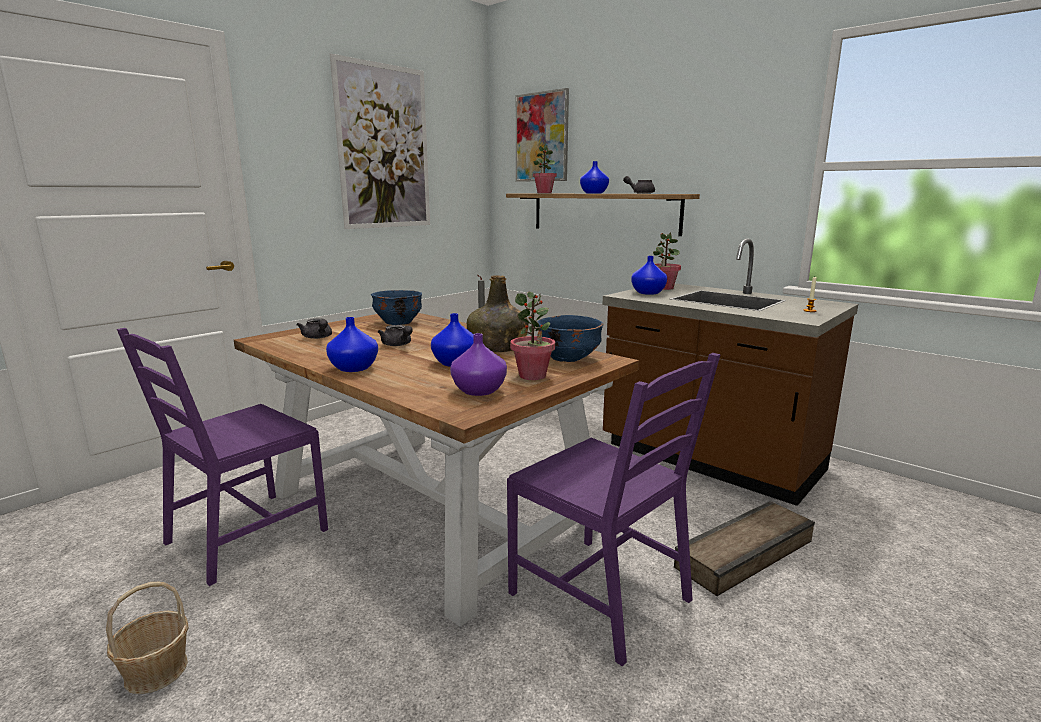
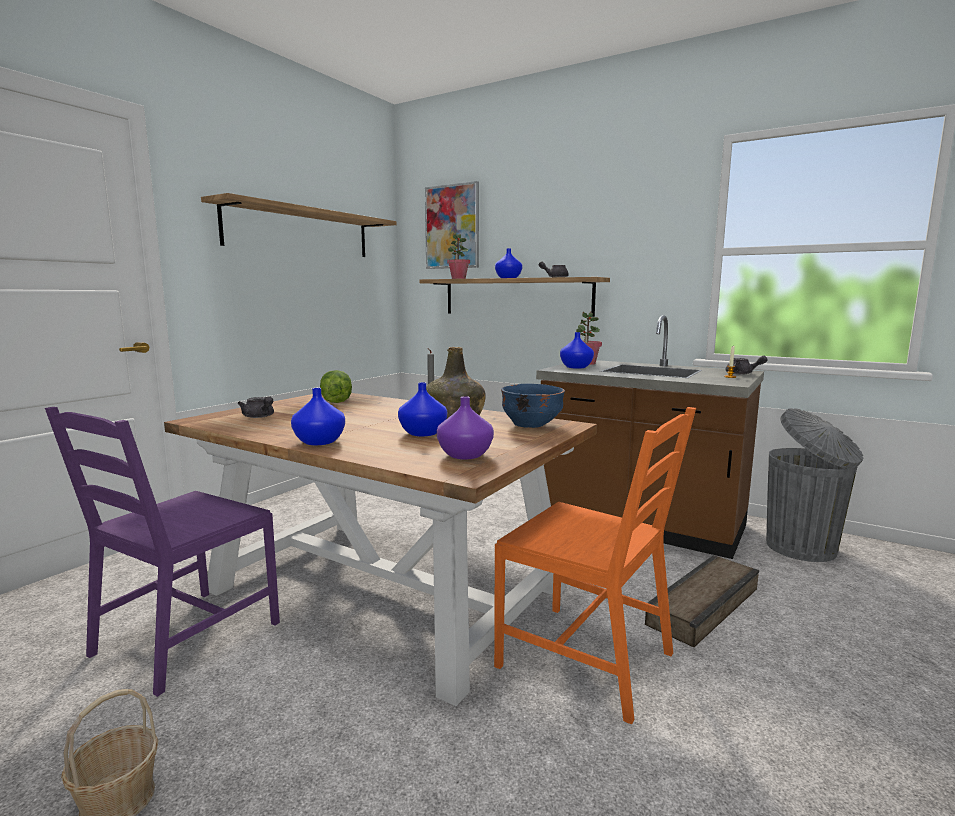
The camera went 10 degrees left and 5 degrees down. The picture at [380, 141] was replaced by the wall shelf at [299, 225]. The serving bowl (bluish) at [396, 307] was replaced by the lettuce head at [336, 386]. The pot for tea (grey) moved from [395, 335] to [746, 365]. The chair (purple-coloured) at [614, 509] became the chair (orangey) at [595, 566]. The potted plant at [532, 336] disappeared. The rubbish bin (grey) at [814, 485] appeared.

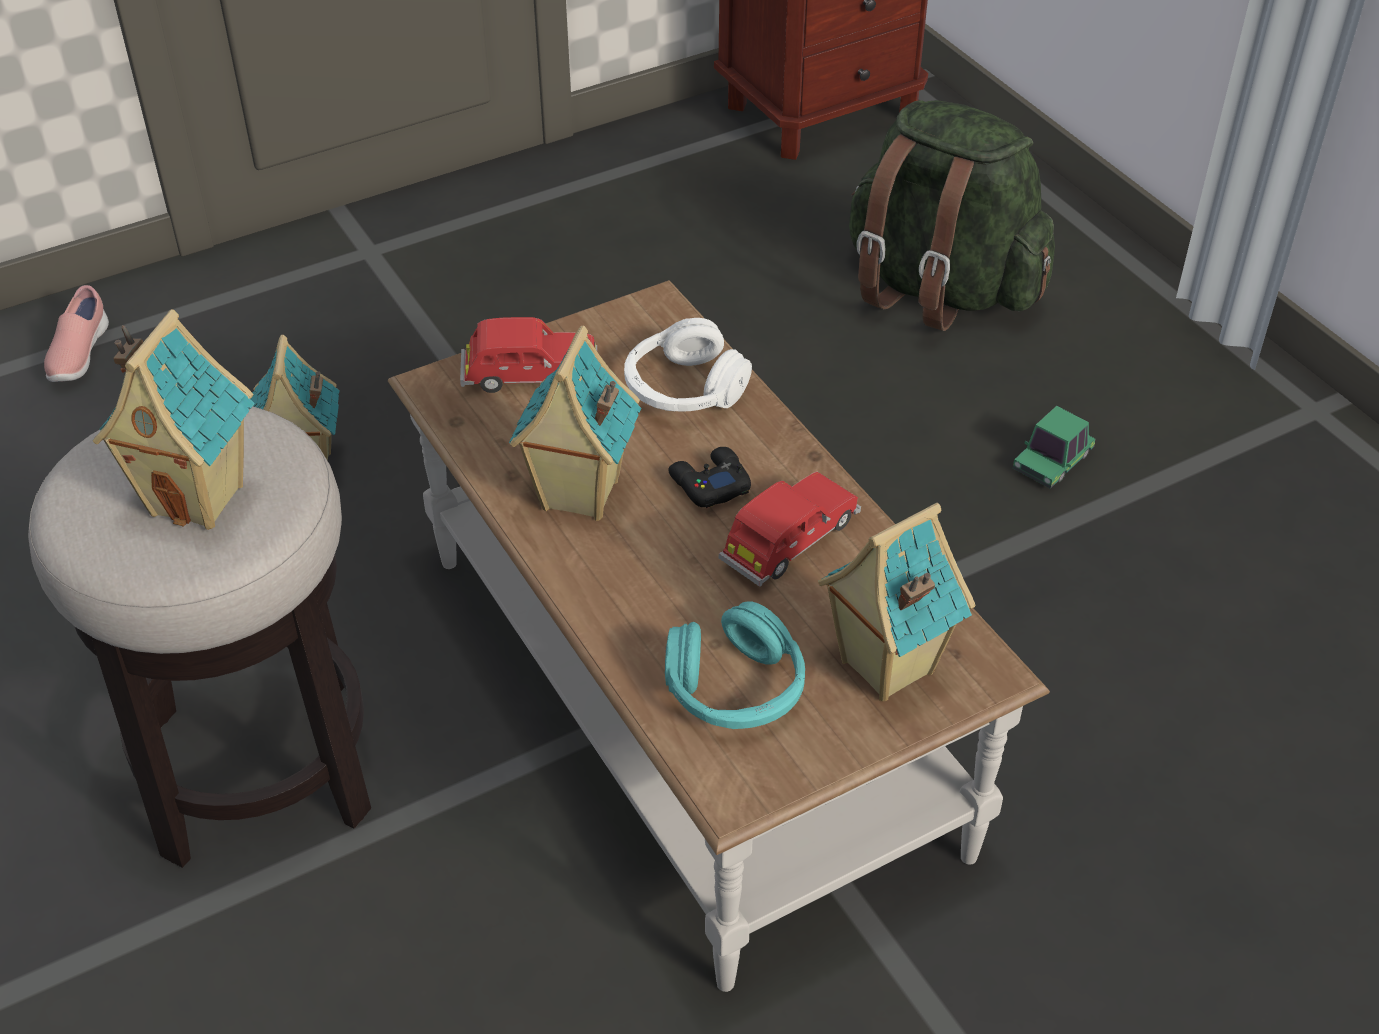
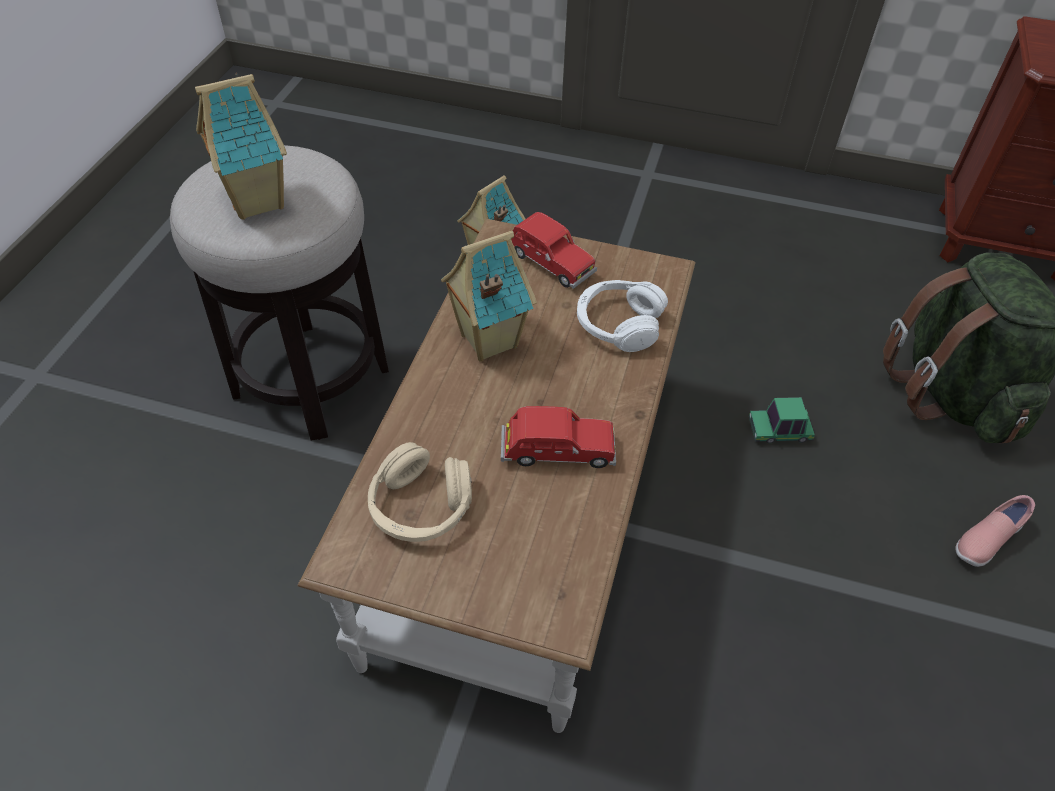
The camera went 45 degrees right and 5 degrees up. The low shoe (pinkish) moved from [76, 333] to [995, 531]. The pair of headphones (turquoise-coloured) at [735, 665] became the pair of headphones (sand-coloured) at [420, 492]. The joypad (black-coloured) at [710, 477] disappeared. The model house at [896, 602] disappeared. The miniature car moved from [1054, 447] to [782, 420].

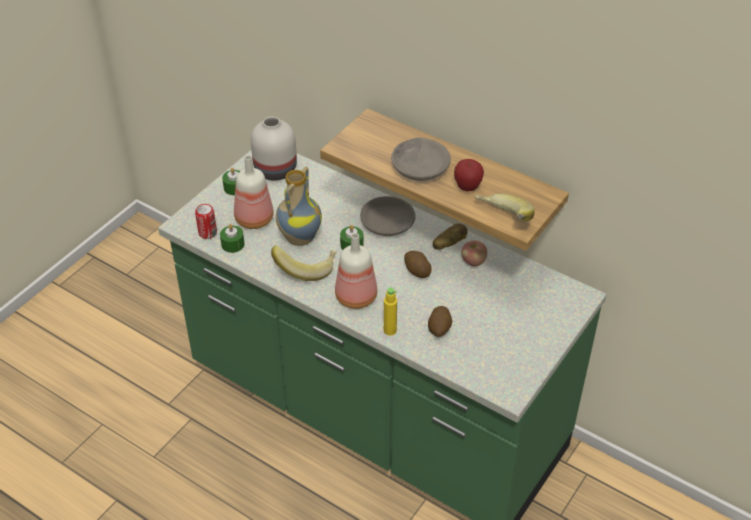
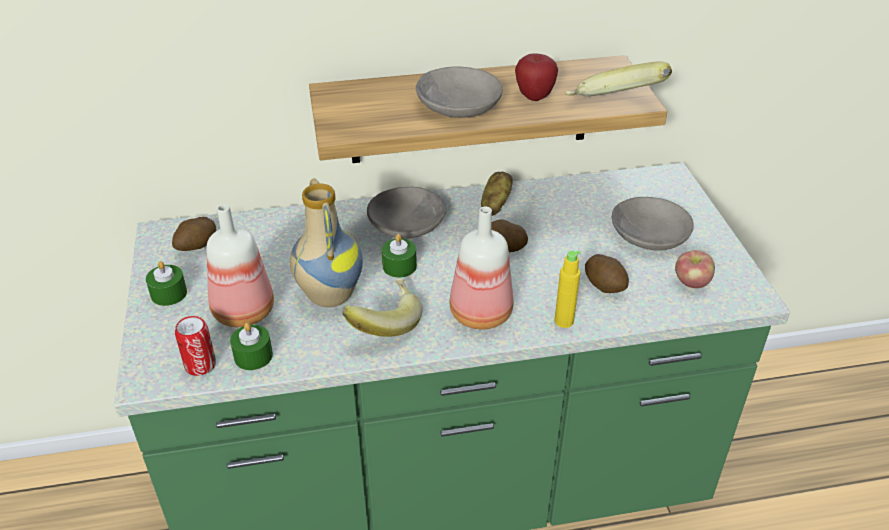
The camera went 45 degrees left and 5 degrees down. The vase (whitish) at [274, 148] was replaced by the whole potato at [194, 234]. The apple moved from [474, 253] to [695, 269]. The serving bowl (grey) at [653, 224] appeared.

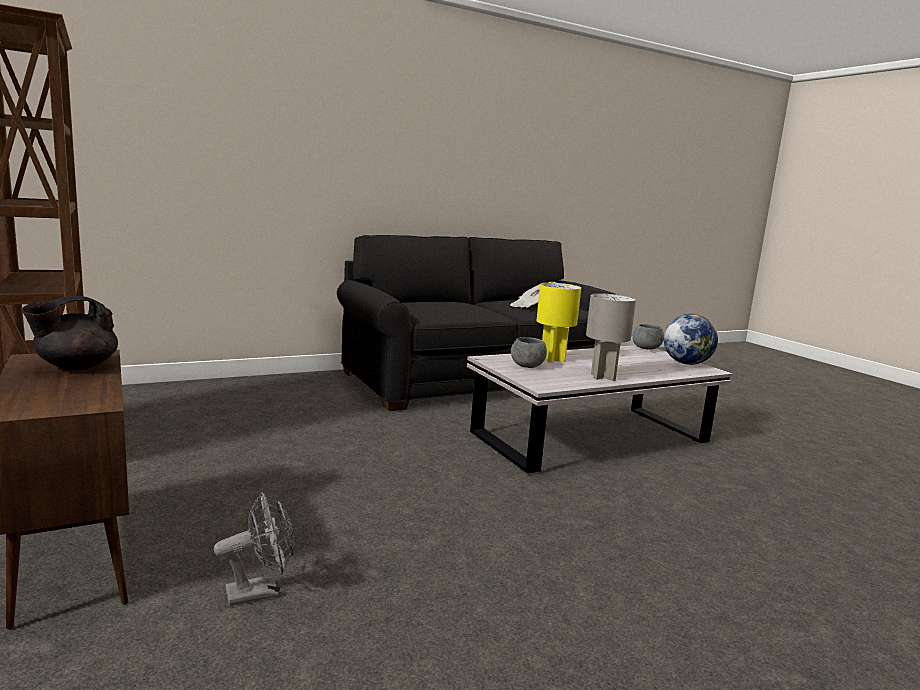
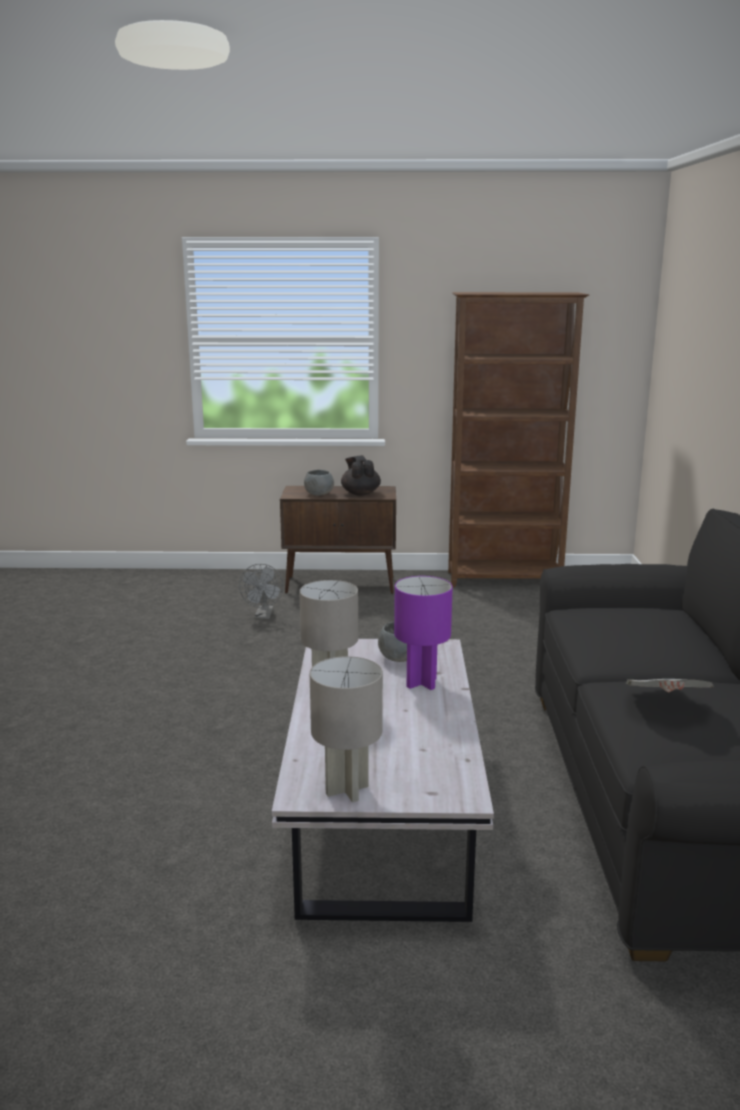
The camera went 120 degrees right and 5 degrees up. The tabletop lamp (yellow) at [558, 323] became the tabletop lamp (purple-coloured) at [423, 633]. The serving bowl (grey) moved from [648, 337] to [319, 483]. The world globe at [691, 339] was replaced by the tabletop lamp (grey) at [346, 729].

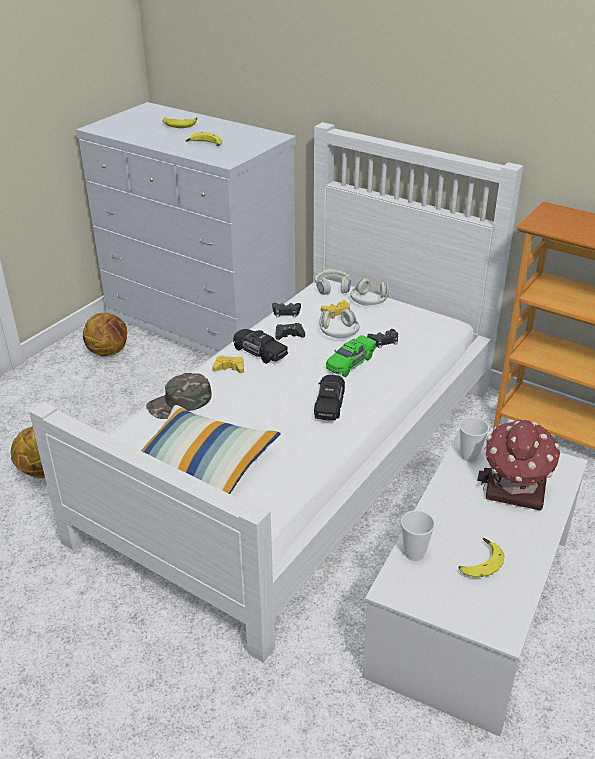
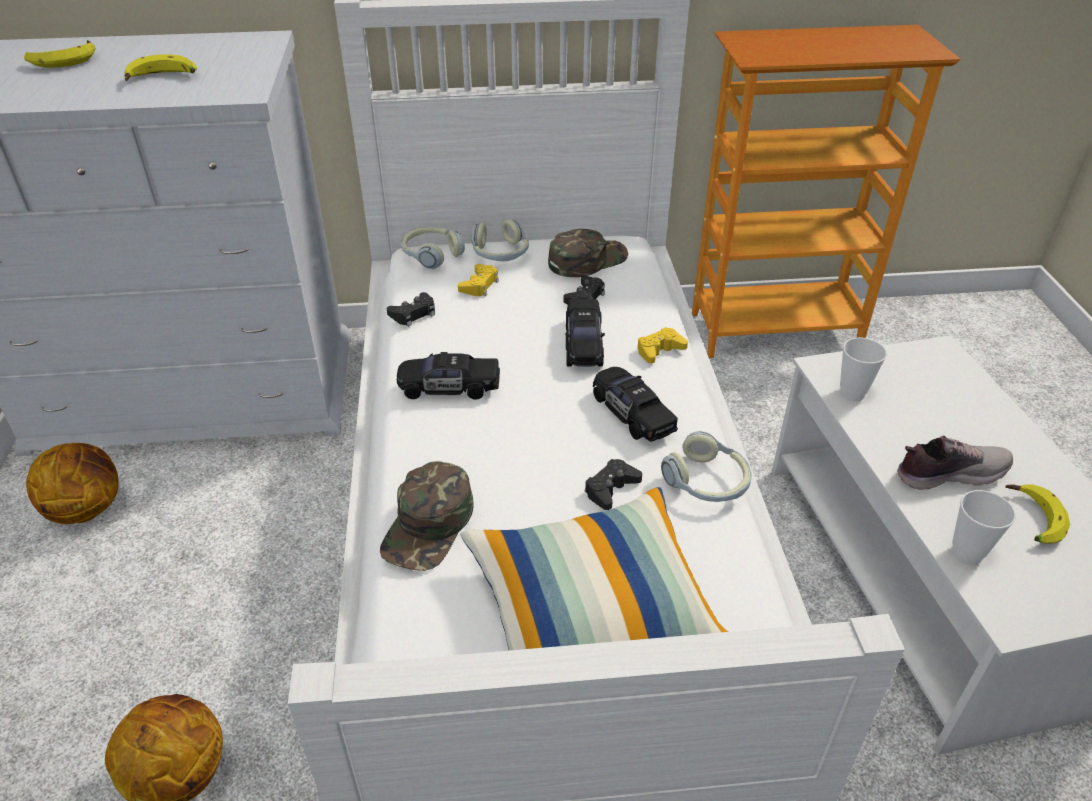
The camera went 40 degrees left and 5 degrees up. The joypad (yellow) moved from [228, 364] to [662, 345]. The joypad (black-coloured) moved from [290, 331] to [613, 484]. The pair of headphones moved from [339, 324] to [706, 466]. The miniature car (green) at [351, 356] became the miniature car (black-coloured) at [585, 333]. The model house at [518, 465] disappeared. The peaked cap (green) at [588, 253] appeared. The low shoe at [955, 463] appeared.

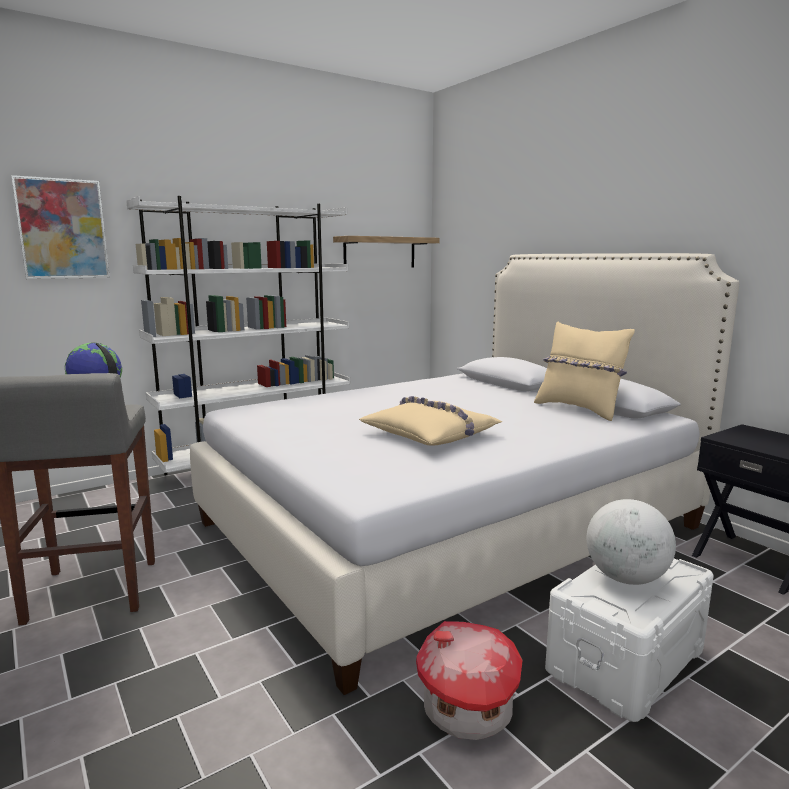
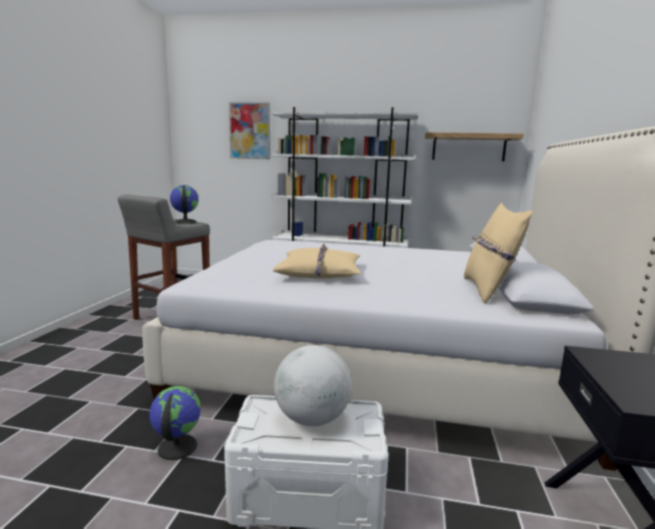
The camera went 45 degrees right and 0 degrees up. The model house at [469, 680] was replaced by the world globe at [175, 423].

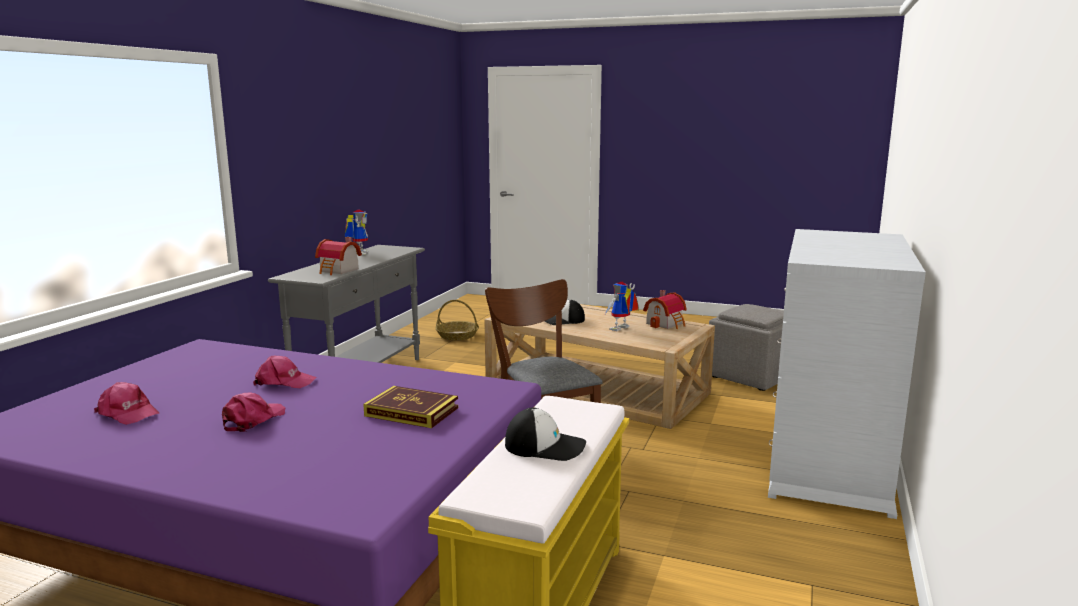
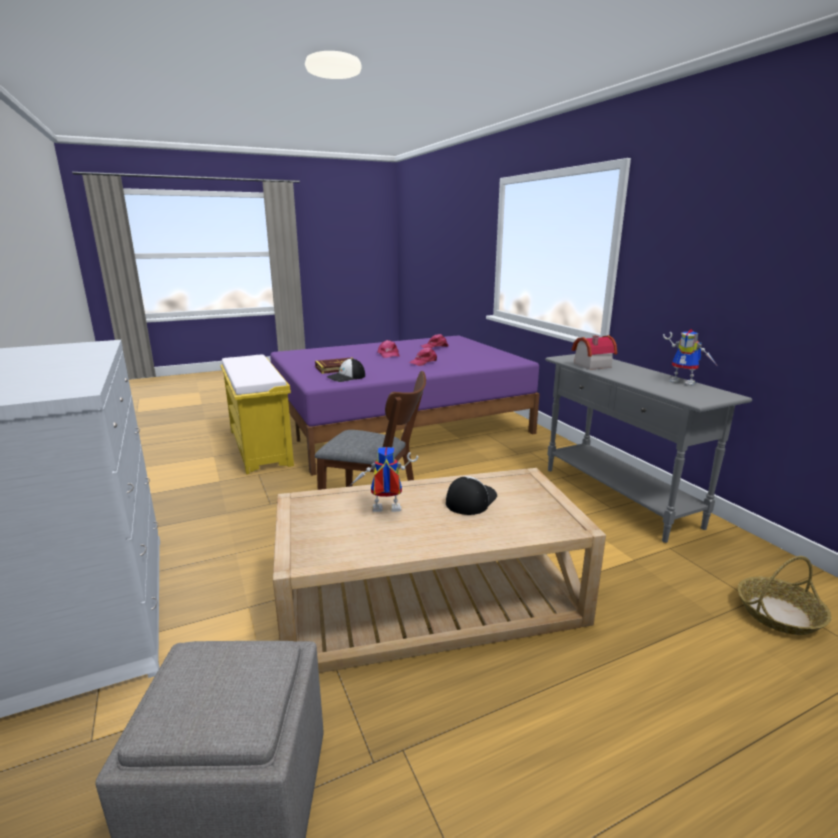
The camera went 135 degrees right and 5 degrees up. The peaked cap moved from [545, 434] to [346, 370]. The toy robot at [622, 306] turned 90 degrees counterclockwise. The model house at [665, 309] disappeared.

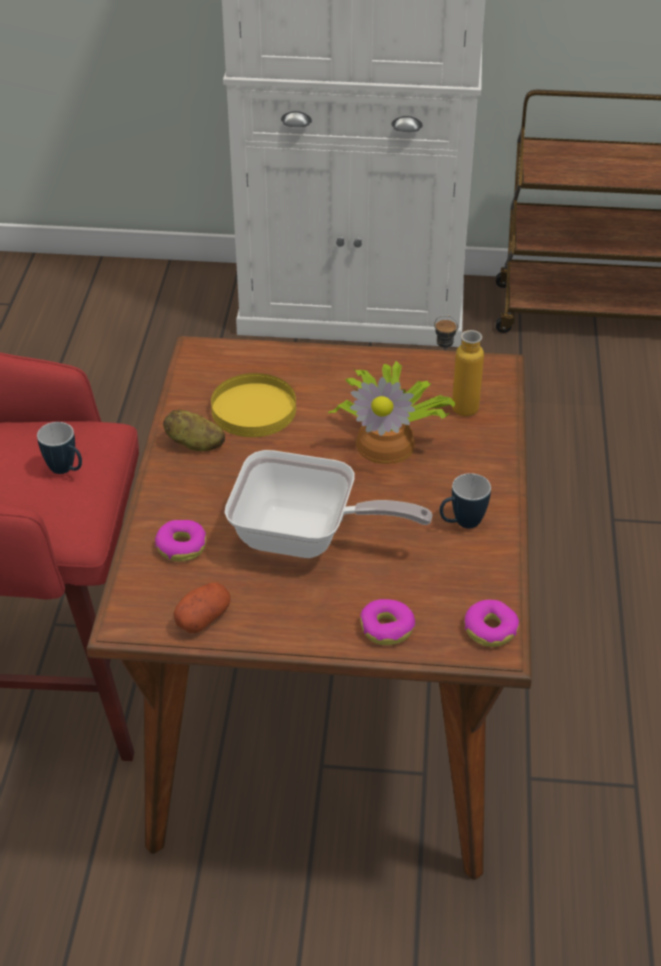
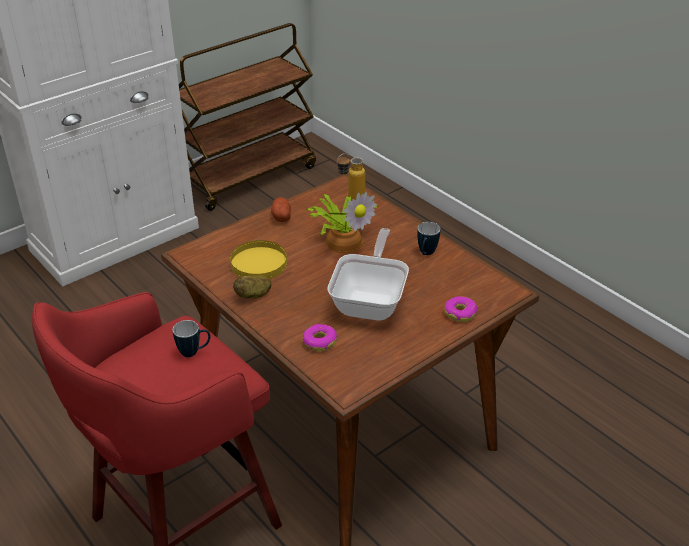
The camera went 45 degrees left and 5 degrees down. The whole potato moved from [202, 607] to [281, 209]. The frying pan at [328, 504] turned 45 degrees counterclockwise. The doughnut at [491, 623] disappeared.

